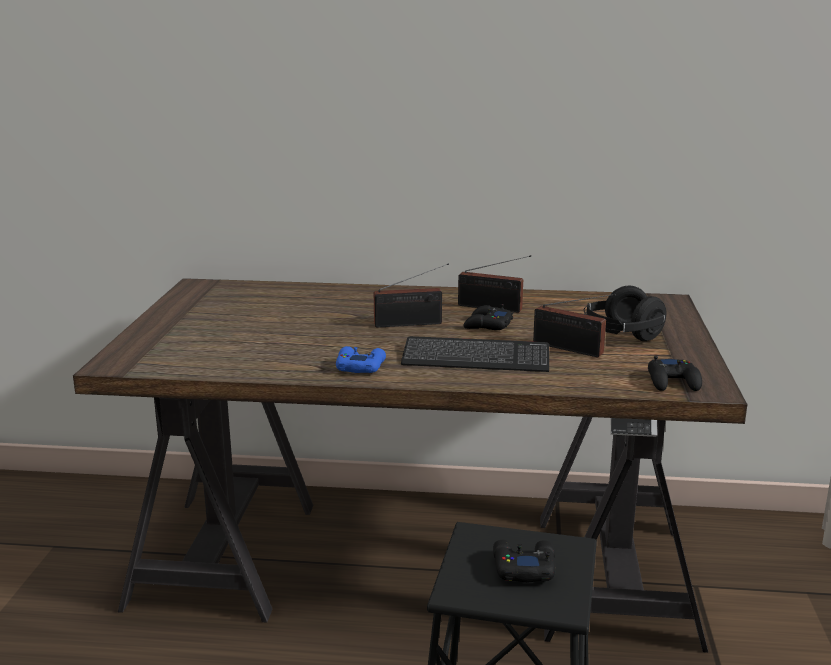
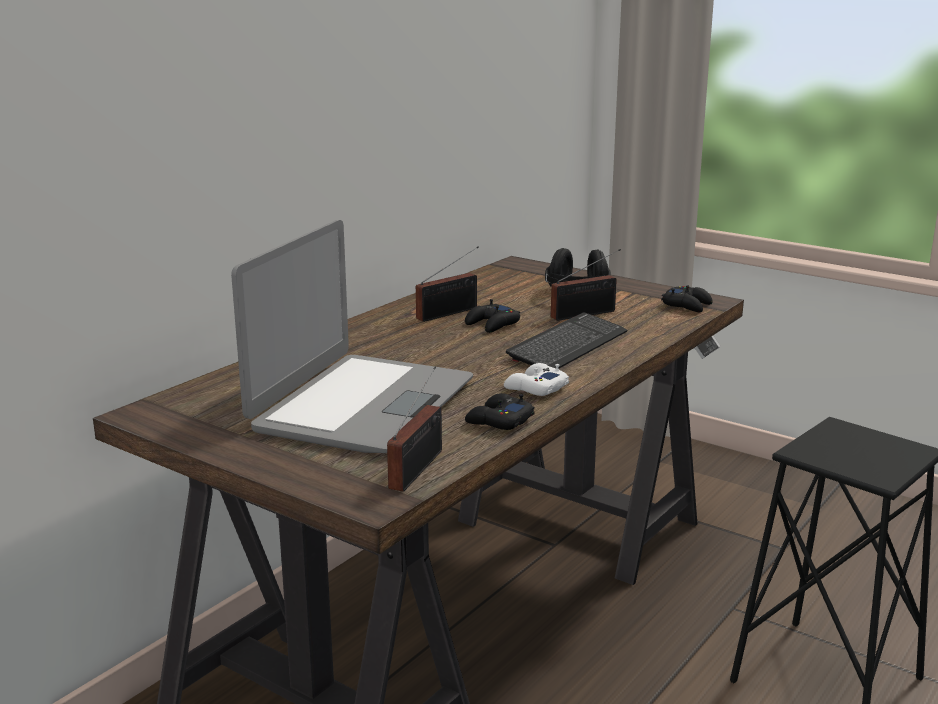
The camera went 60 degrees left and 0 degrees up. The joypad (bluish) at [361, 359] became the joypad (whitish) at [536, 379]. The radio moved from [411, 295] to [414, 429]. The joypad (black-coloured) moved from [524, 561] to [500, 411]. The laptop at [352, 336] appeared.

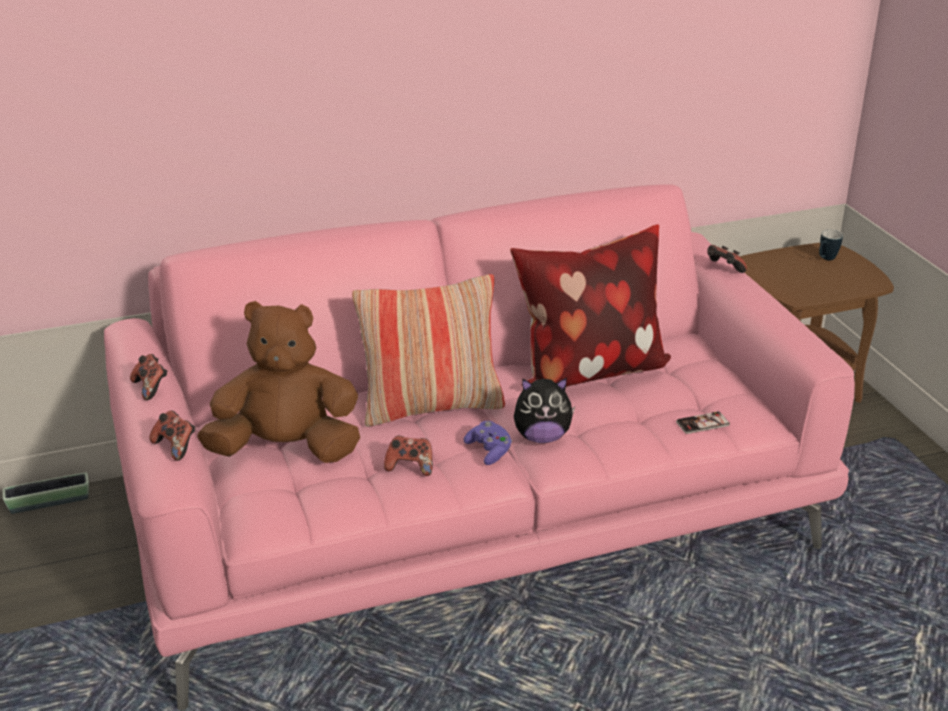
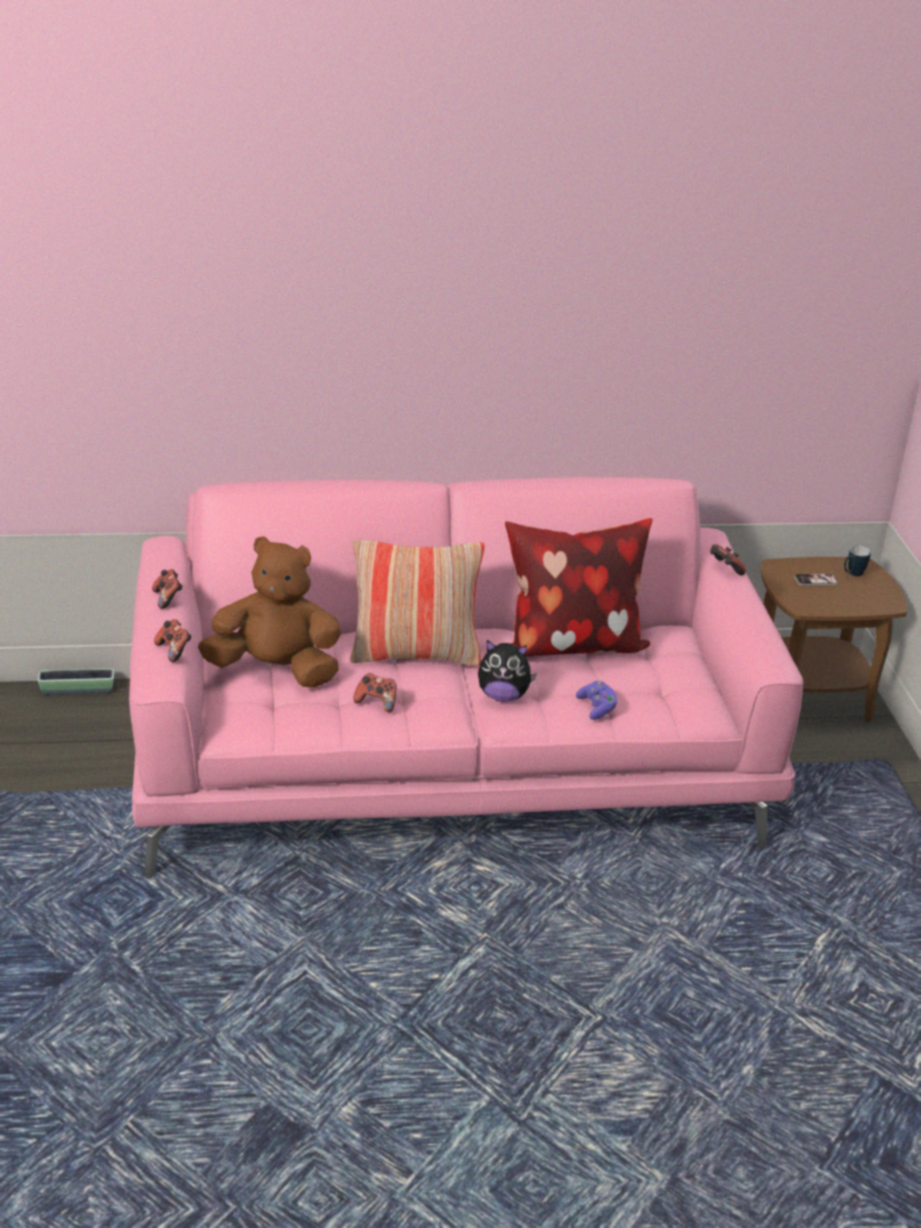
The camera went 10 degrees right and 0 degrees up. The joypad (purple-coloured) moved from [488, 443] to [597, 700]. The telephone moved from [703, 422] to [816, 579].

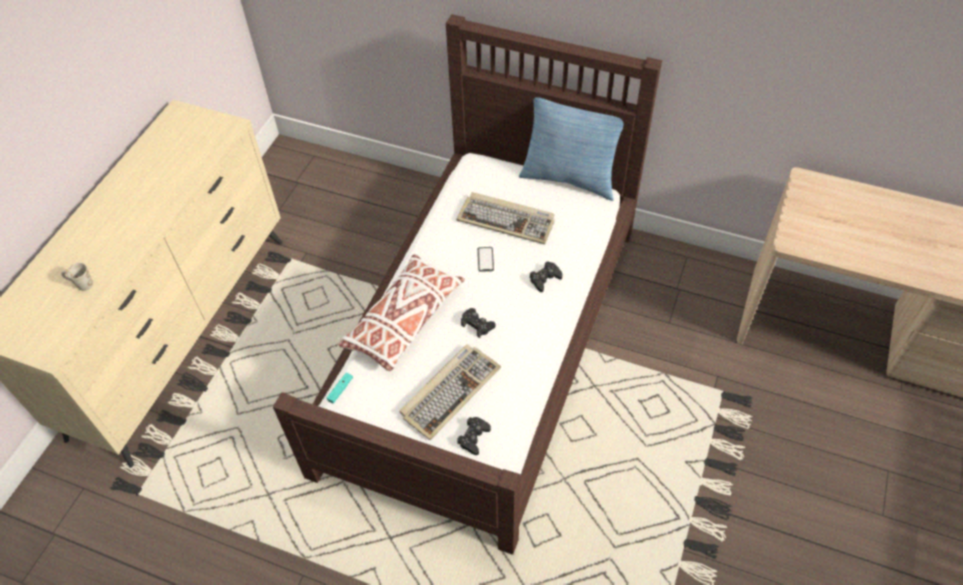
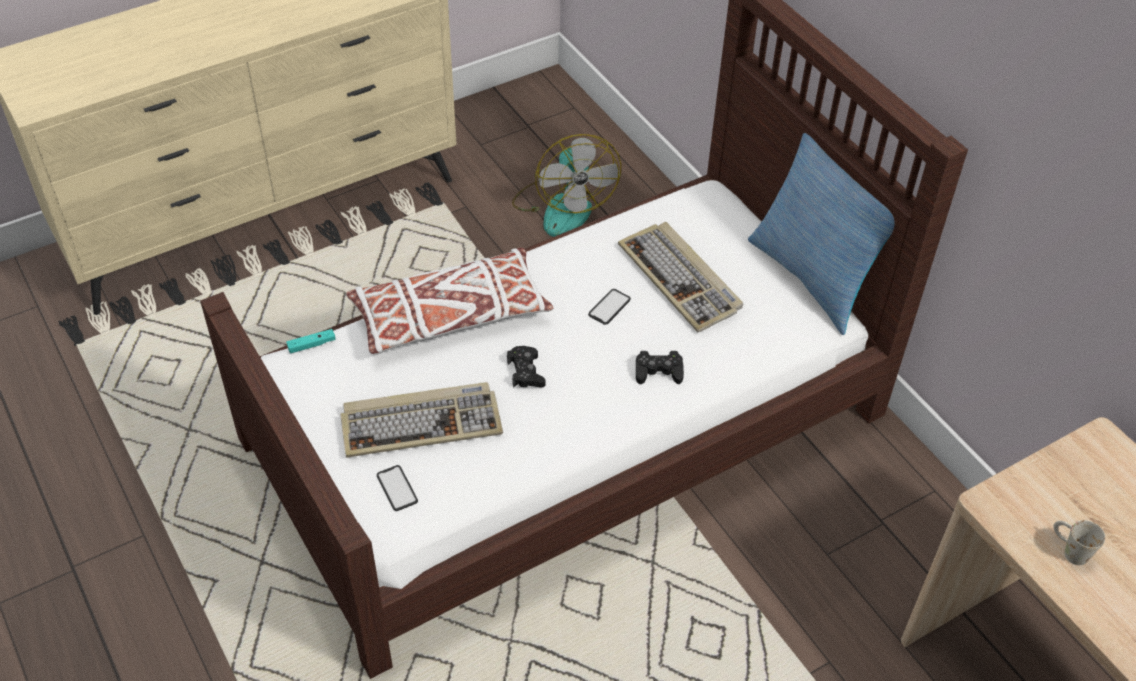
The camera went 35 degrees right and 5 degrees down. The coffee mug (whitish) moved from [77, 277] to [1079, 542]. The joypad (black-coloured) at [474, 436] was replaced by the telephone at [397, 488]. The electric fan at [566, 185] appeared.

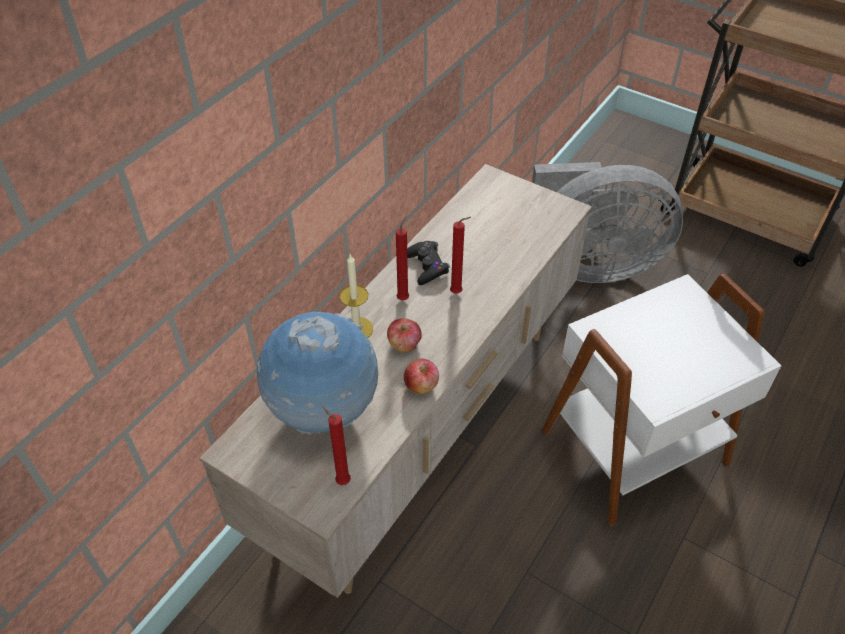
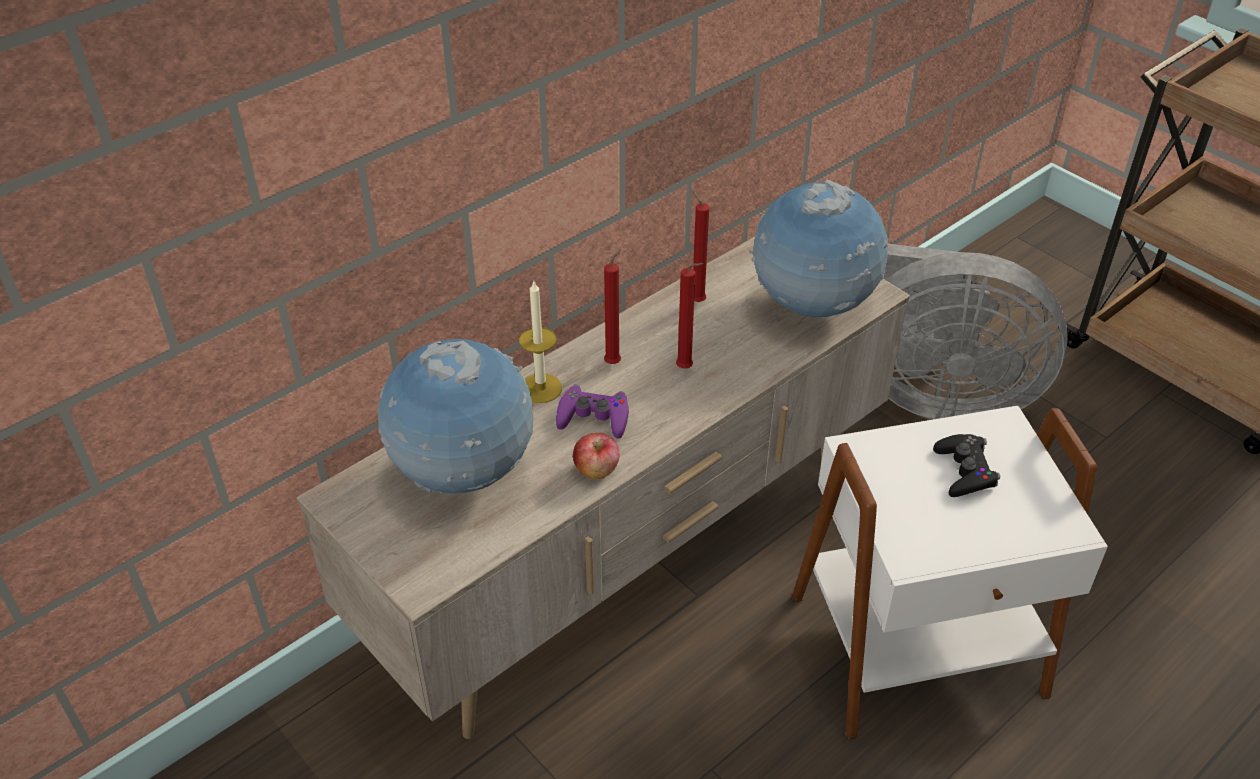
The camera went 15 degrees right and 5 degrees down. The wax light (red-coloured) moved from [336, 445] to [700, 246]. The apple at [404, 335] was replaced by the joypad (purple-coloured) at [592, 412]. The joypad (black-coloured) moved from [428, 263] to [966, 465]. The world globe at [818, 248] appeared.

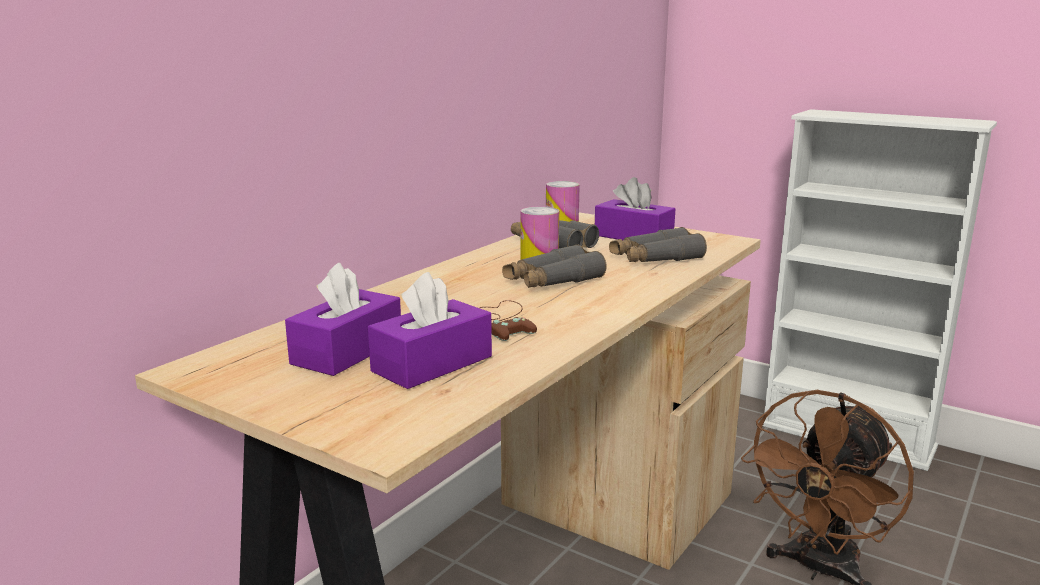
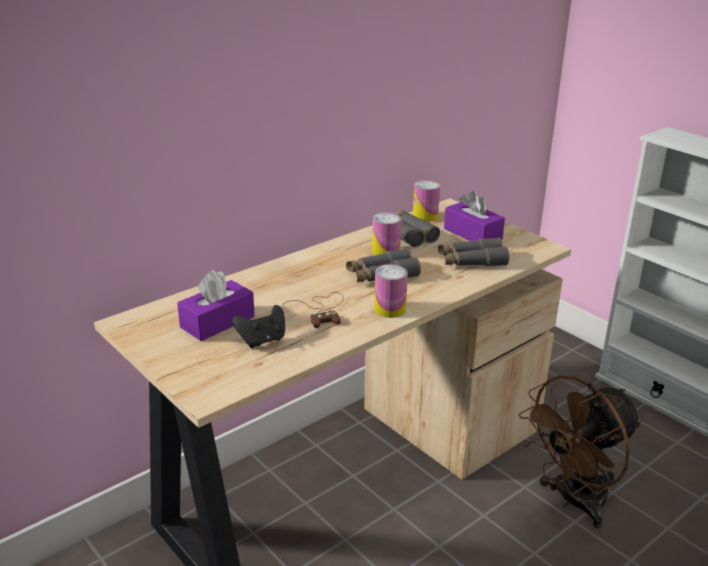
The camera went 15 degrees right and 10 degrees up. The tissue box (purple-coloured) at [430, 330] was replaced by the joypad (black-coloured) at [258, 326]. The metal can at [391, 291] appeared.

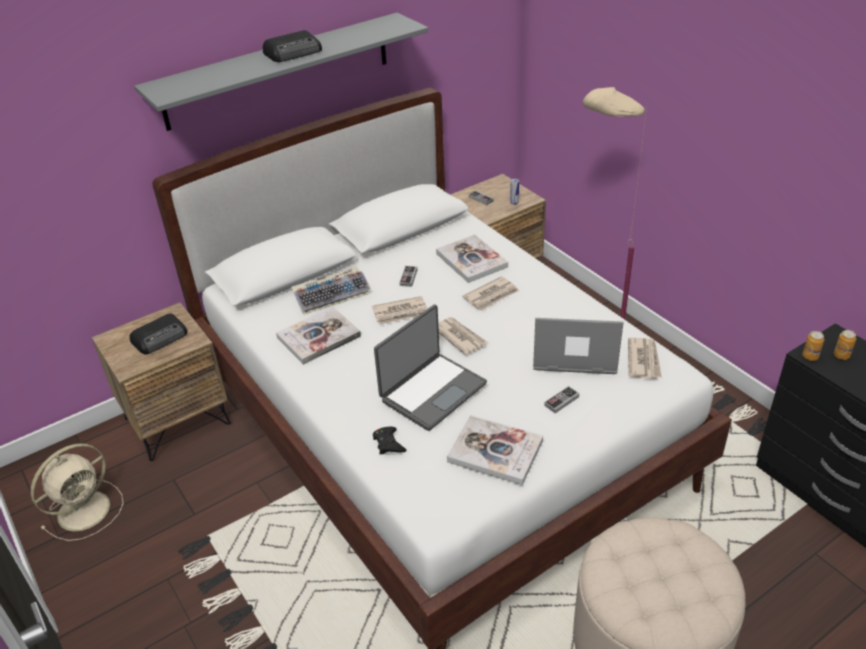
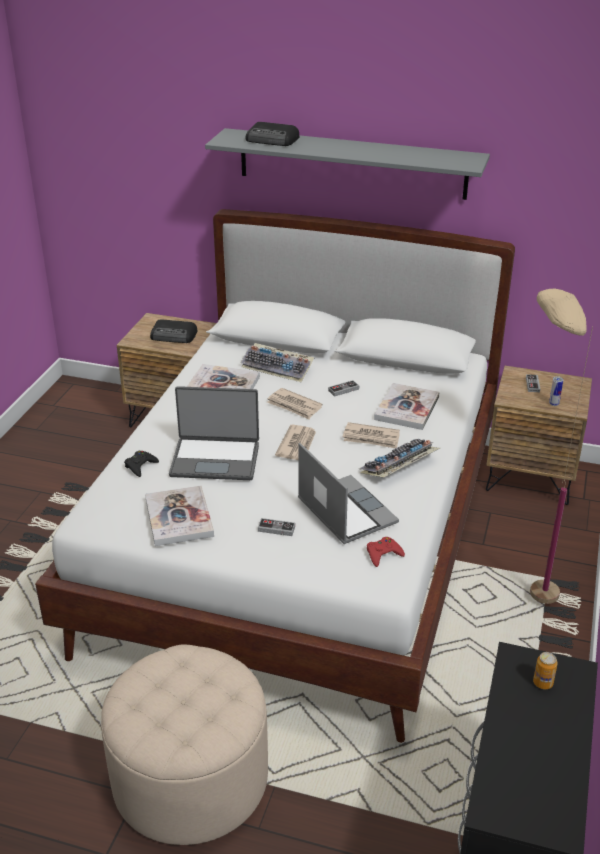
The camera went 50 degrees right and 5 degrees down. The electric fan (sand-coloured) at [77, 492] disappeared. The radio moved from [292, 46] to [272, 134]. The newspaper at [645, 358] was replaced by the joypad (red-coloured) at [386, 552]. The metal can at [813, 346] disappeared. The keyboard at [399, 458] appeared.

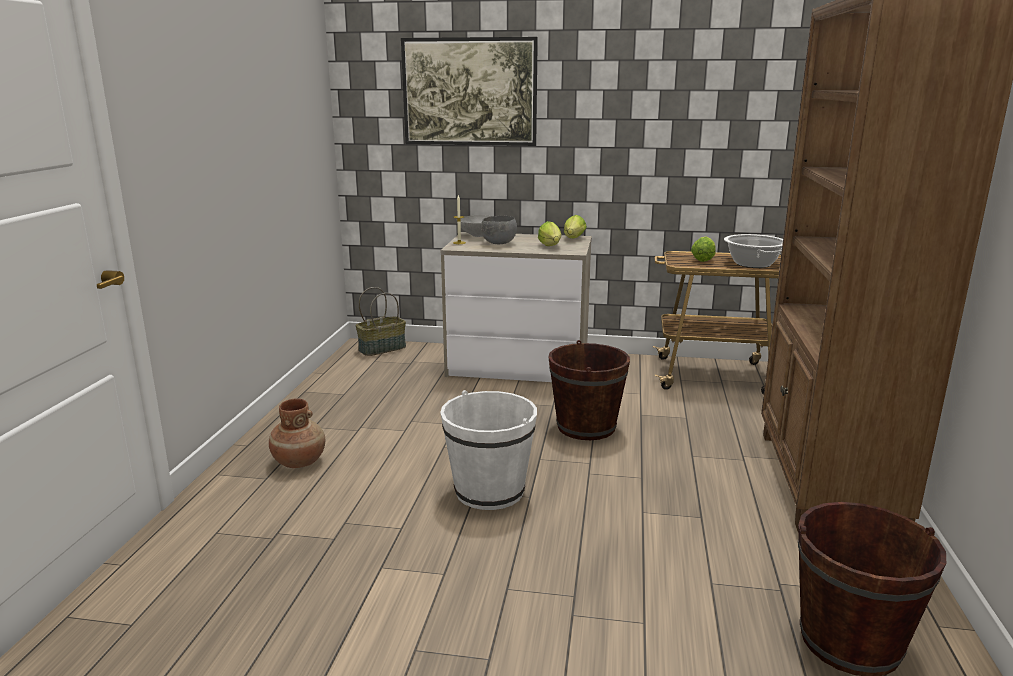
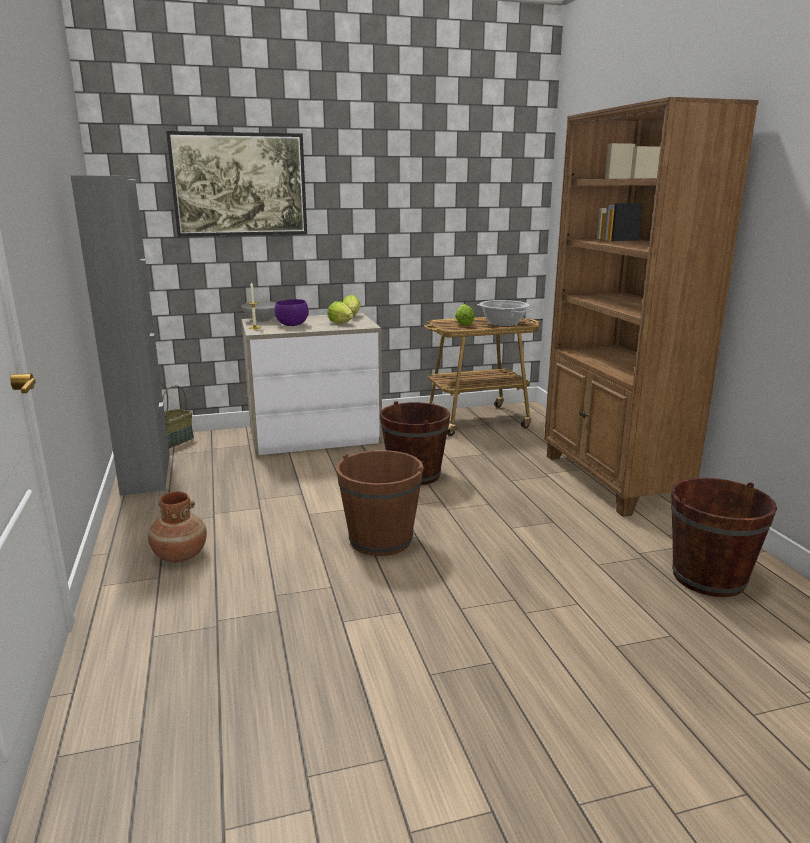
The camera went 25 degrees left and 0 degrees up. The bucket (whitish) at [488, 450] became the bucket (brown) at [380, 503]. The serving bowl (grey) at [499, 230] became the serving bowl (purple-coloured) at [291, 312]. The cupboard (grey) at [120, 335] appeared.

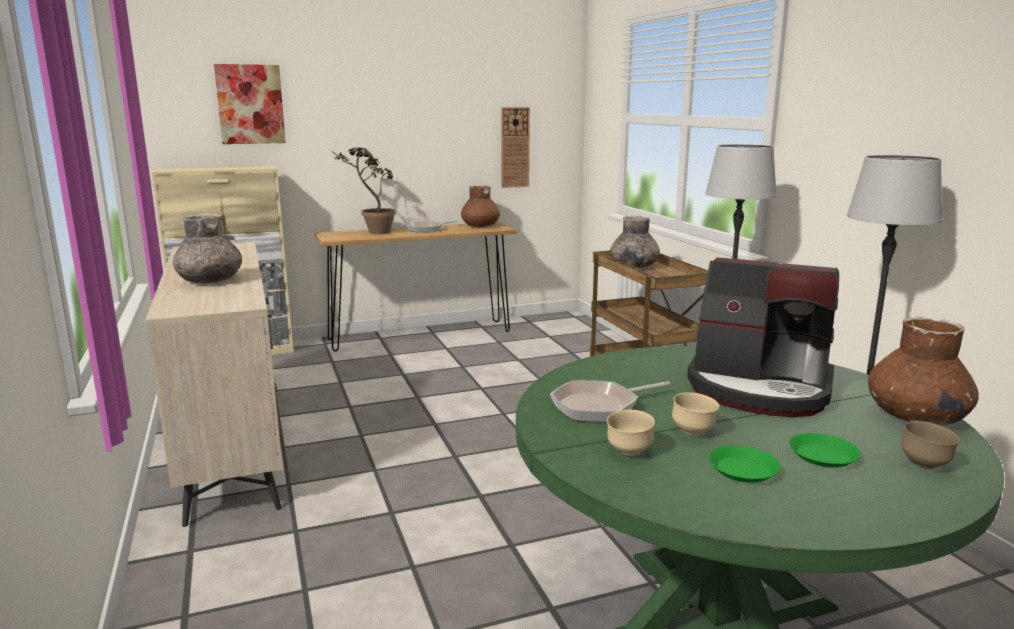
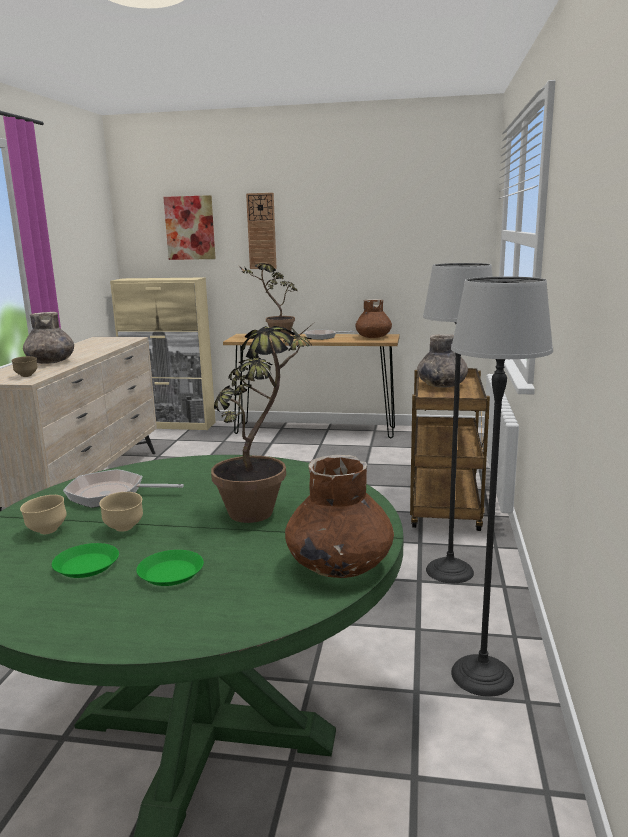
The camera went 30 degrees right and 0 degrees up. The wall clock moved from [515, 147] to [261, 231]. The coffee brewer at [763, 337] was replaced by the potted plant at [263, 422]. The serving bowl (brown) moved from [930, 445] to [24, 366].

